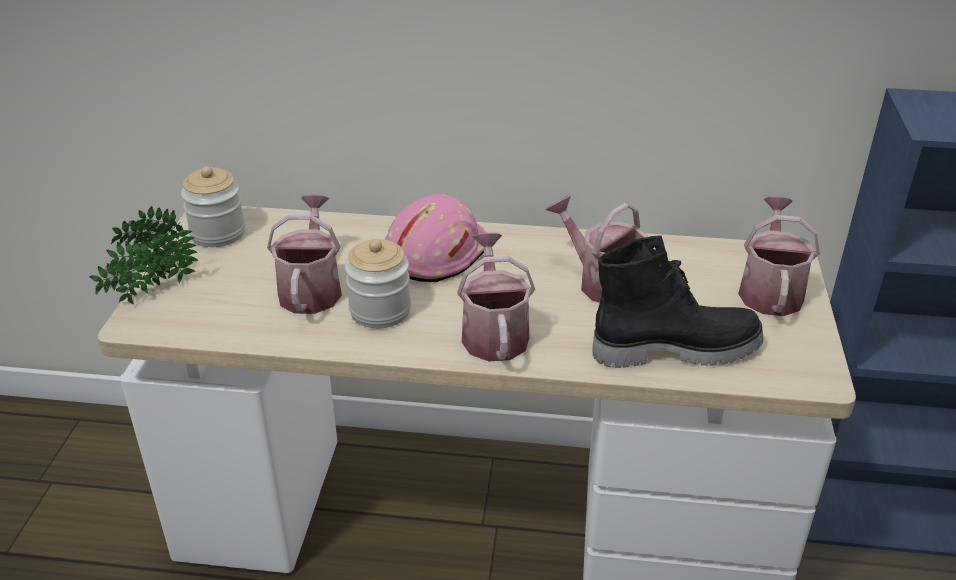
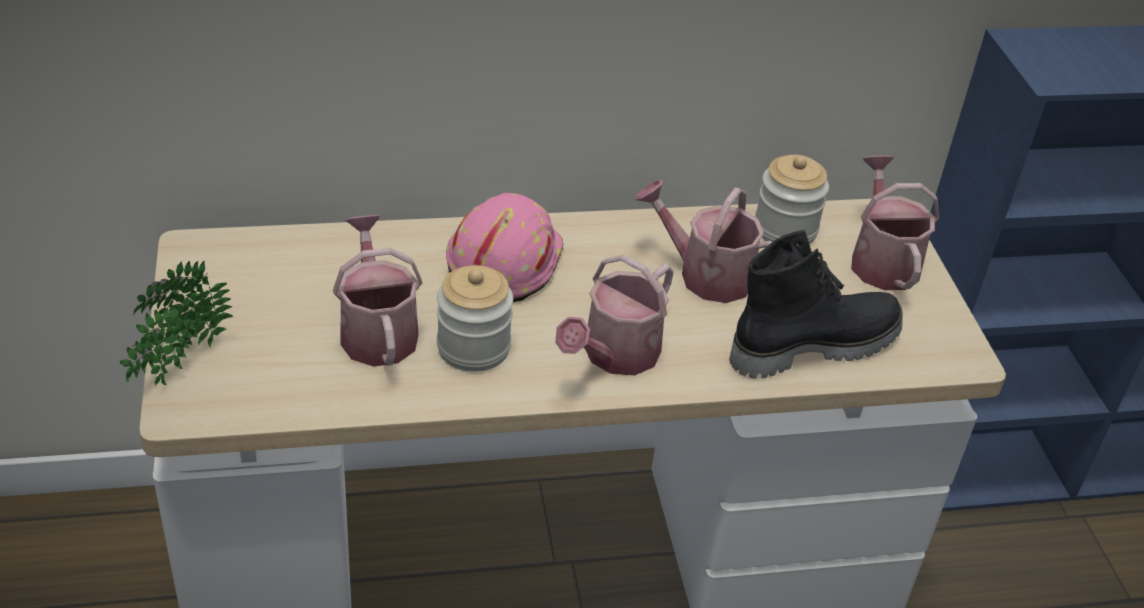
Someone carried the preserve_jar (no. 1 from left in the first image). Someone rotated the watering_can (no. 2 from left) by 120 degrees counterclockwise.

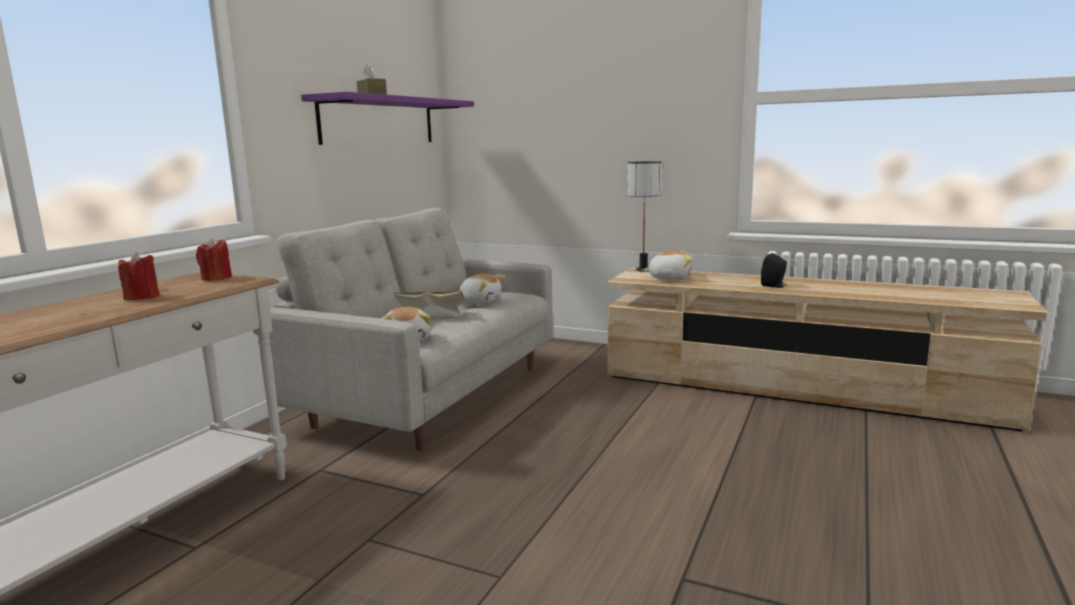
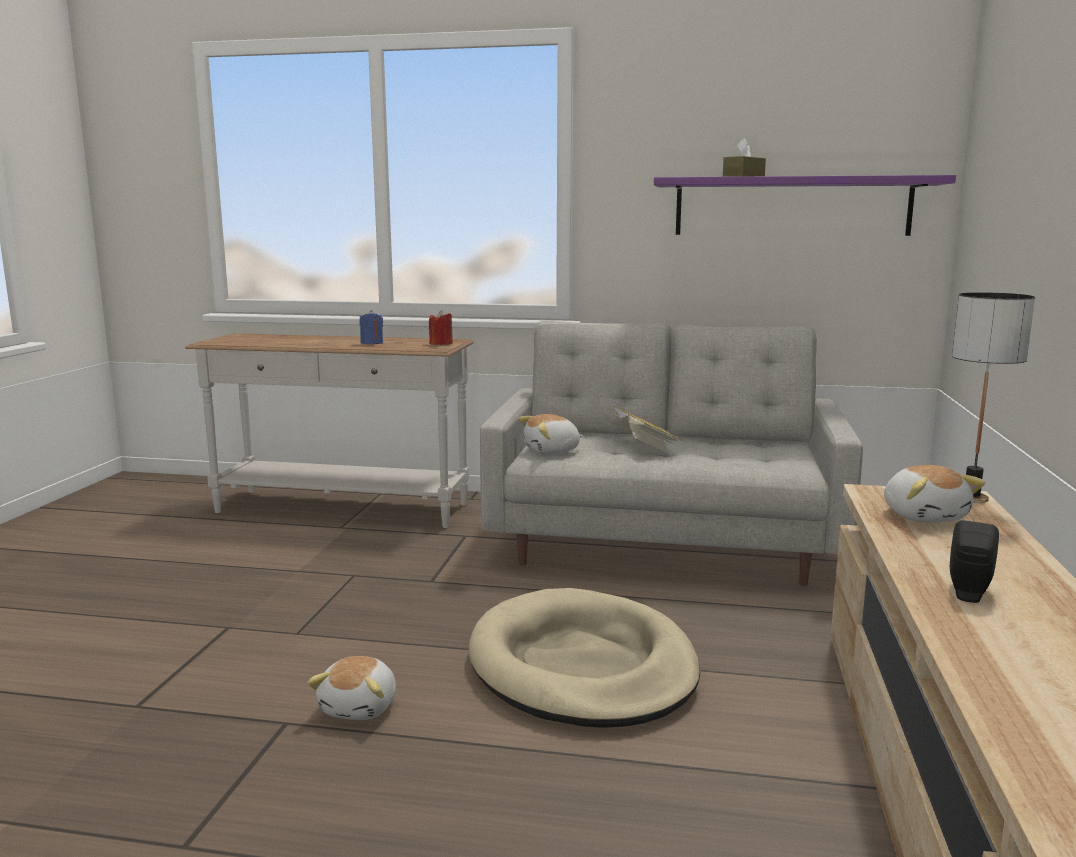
Someone put down the beige_pet_bed. Someone carried the cuddly_toy (no. 2 from left in the first image). Someone repainted the red-coloured_candle (no. 1 from left), which became the bluish_candle.

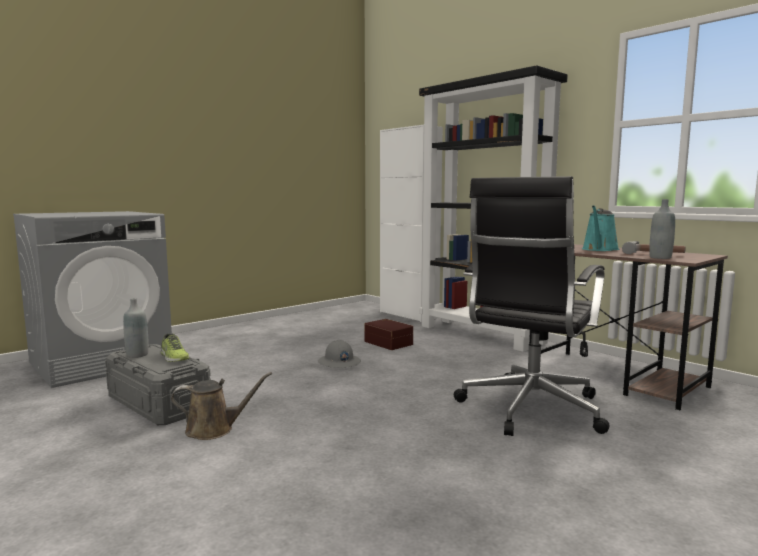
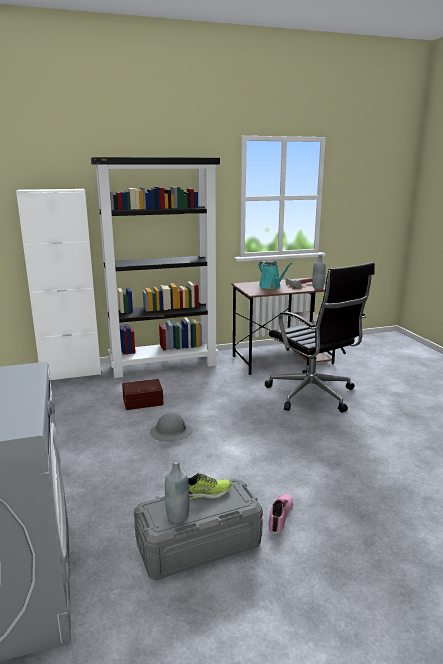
Someone swapped the brown_watering_can for the low_shoe (no. 2 from left).

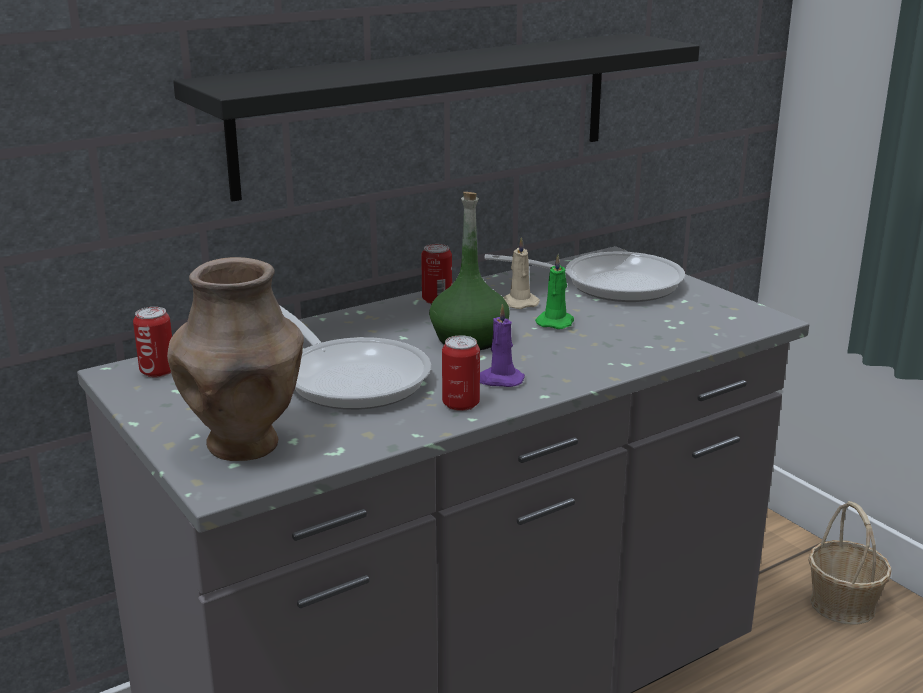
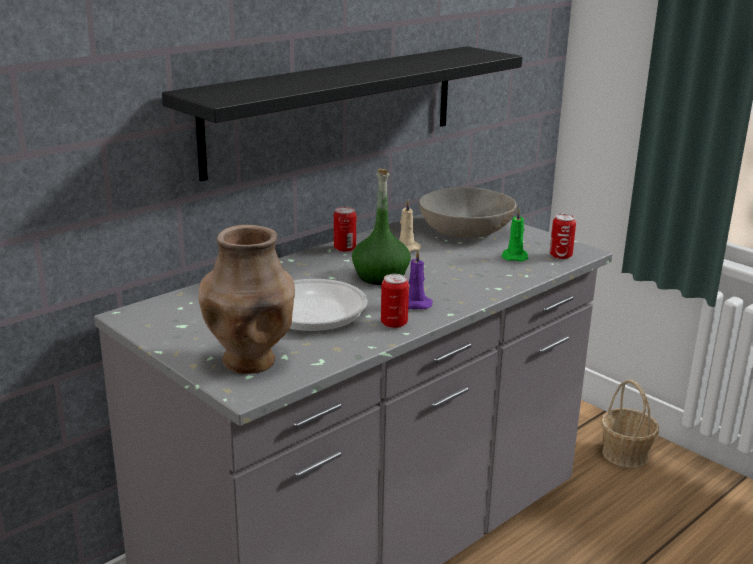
Someone carried the can (no. 1 from left in the first image). Someone carried the green_candle. Someone swapped the frying_pan (no. 2 from left) for the grey_bowl.

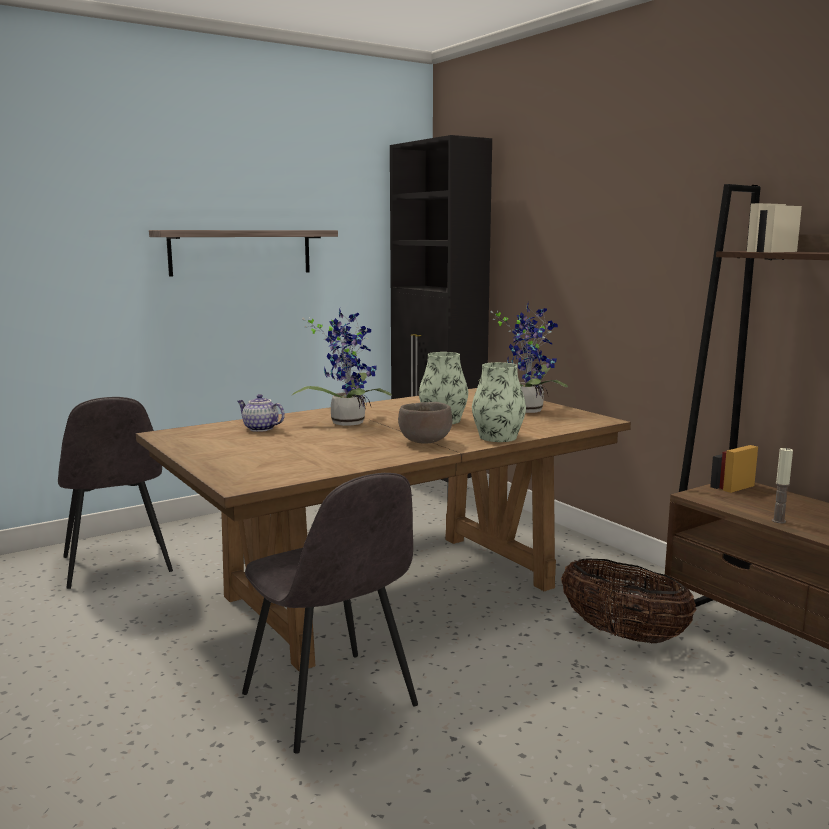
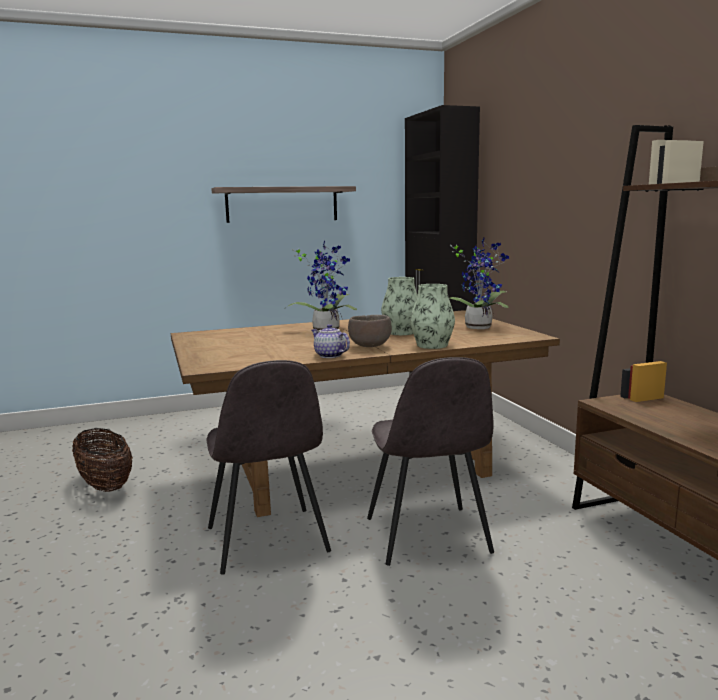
Someone took away the candle. Someone carried the grey_chair (no. 1 from left in the first image). Someone carried the pot_for_tea. Someone carried the basket.

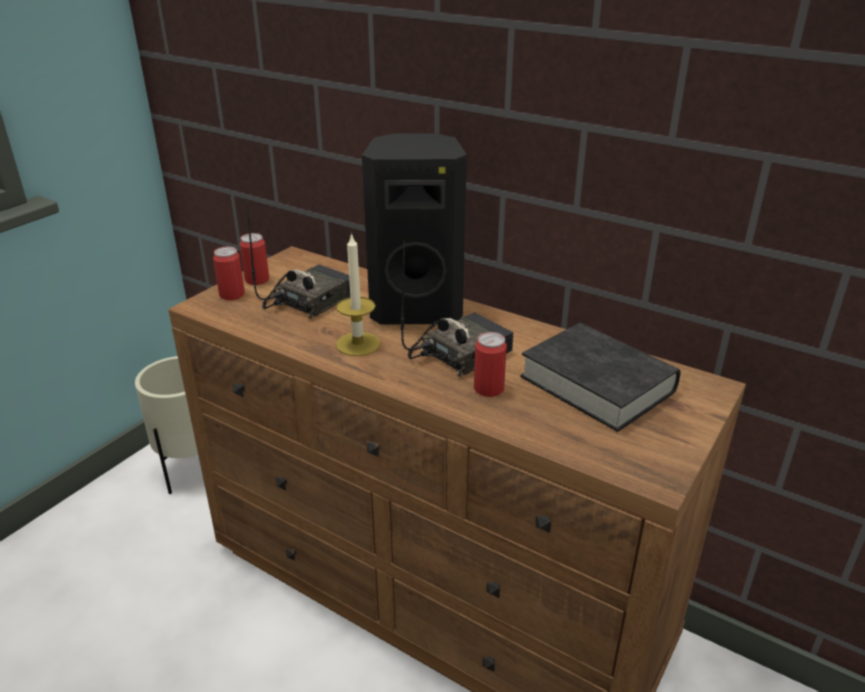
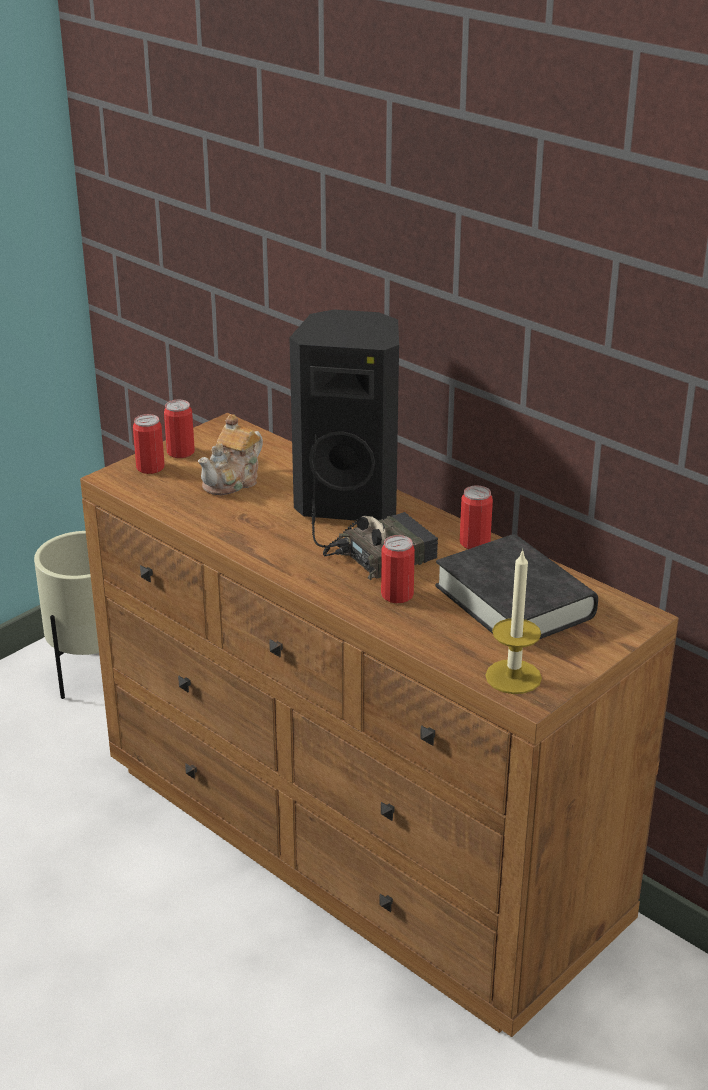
Someone put down the can (no. 4 from left). Someone carried the candle. Someone swapped the radio_receiver (no. 1 from left) for the pot_for_tea.

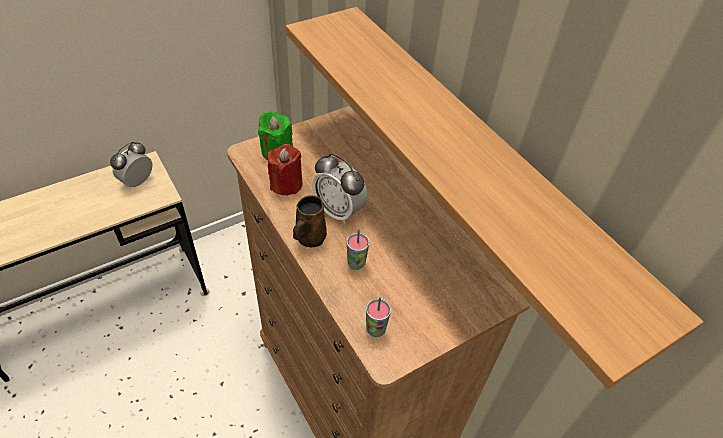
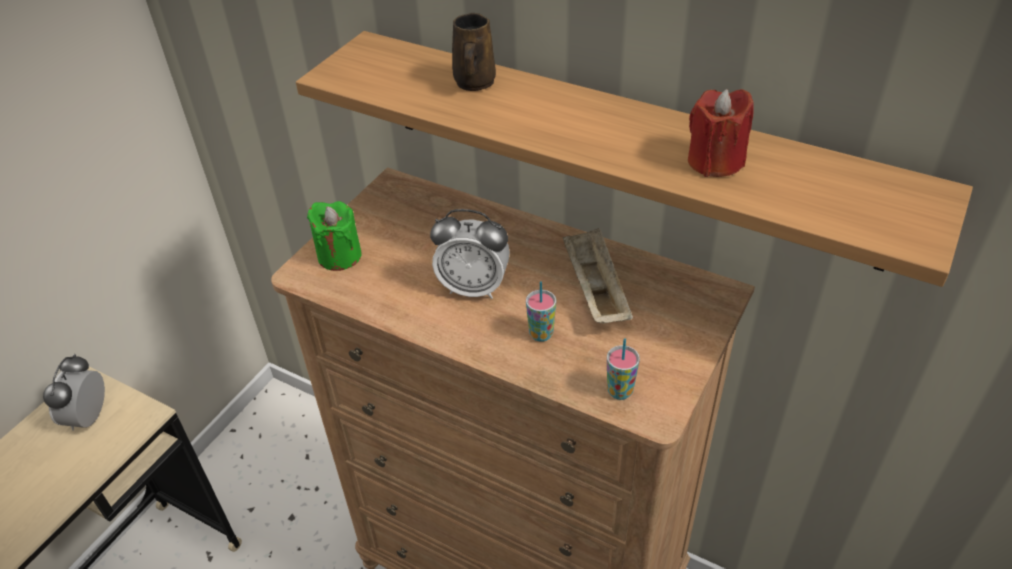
Someone put down the beige_tray. Someone carried the red-coloured_candle. Someone carried the brown_coffee_mug.

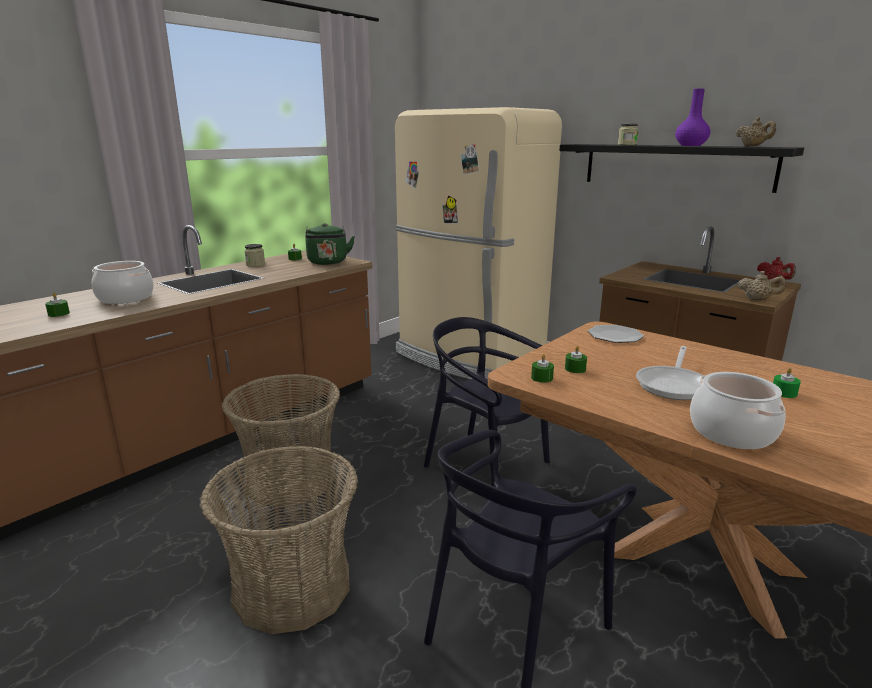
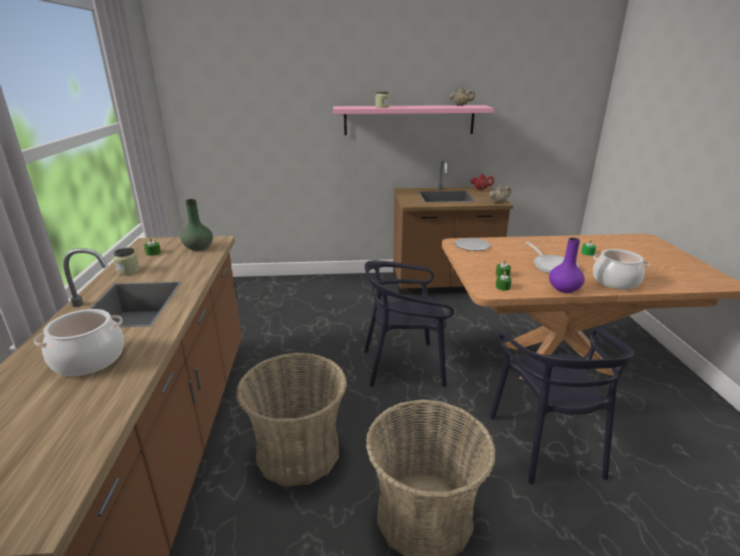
Someone took away the green_candle (no. 1 from left). Someone took away the beige_kitchen_fridge. Someone carried the purplish_flower_vase. Someone swapped the green_water_kettle for the green_flower_vase. Someone repainted the black_shelf, which became the pink-coloured_shelf.

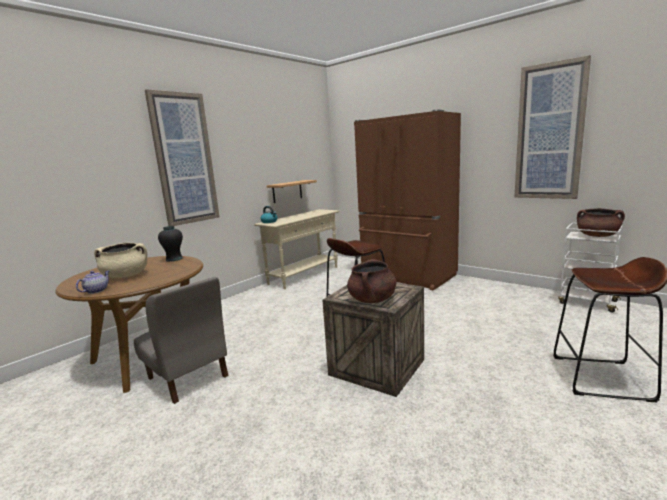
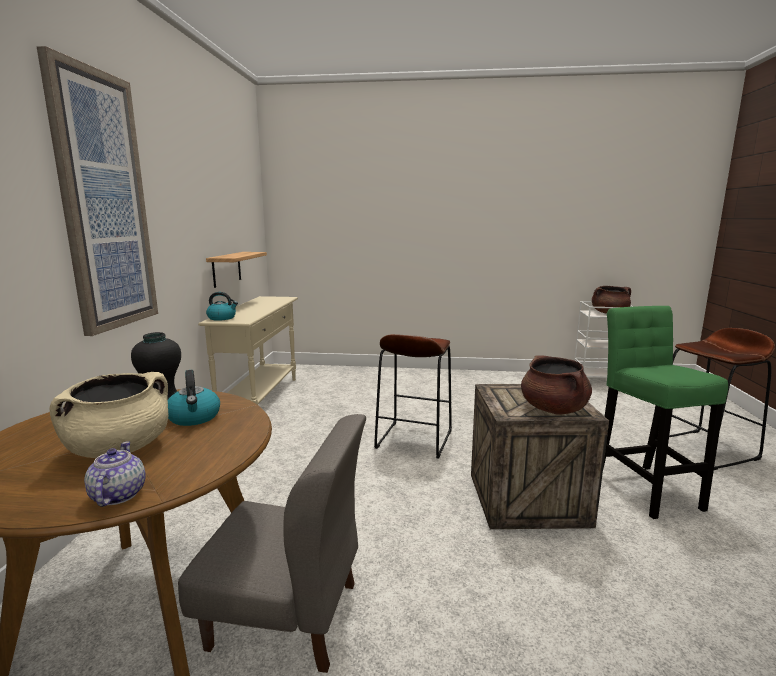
Someone took away the brown_kitchen_fridge. Someone took away the wall_art (no. 2 from left). Someone put down the water_kettle (no. 1 from left). Someone put down the green_sitting_stool.

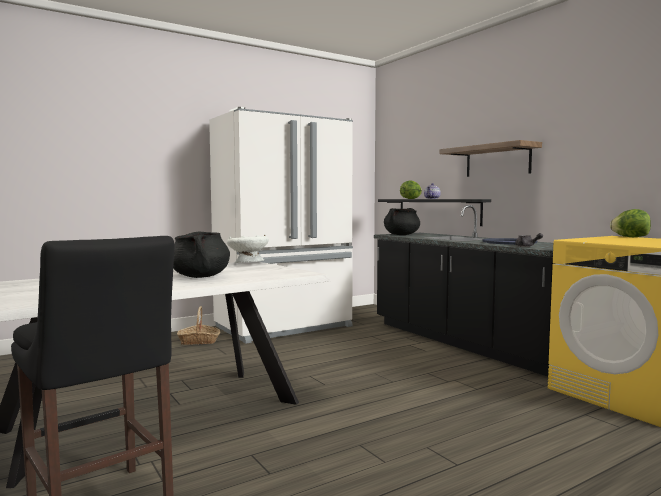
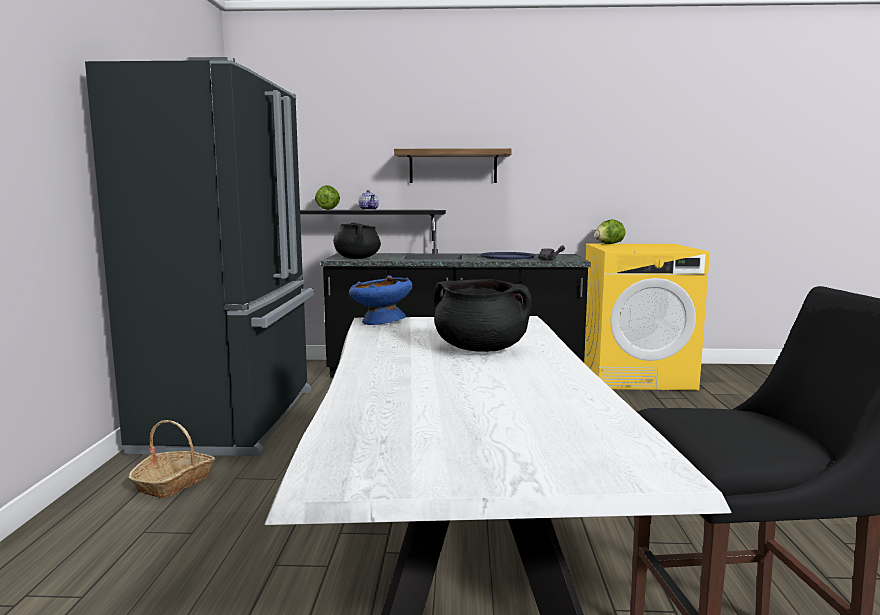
Someone repainted the whitish_kitchen_fridge, which became the black_kitchen_fridge. Someone repainted the whitish_bowl, which became the bluish_bowl.

